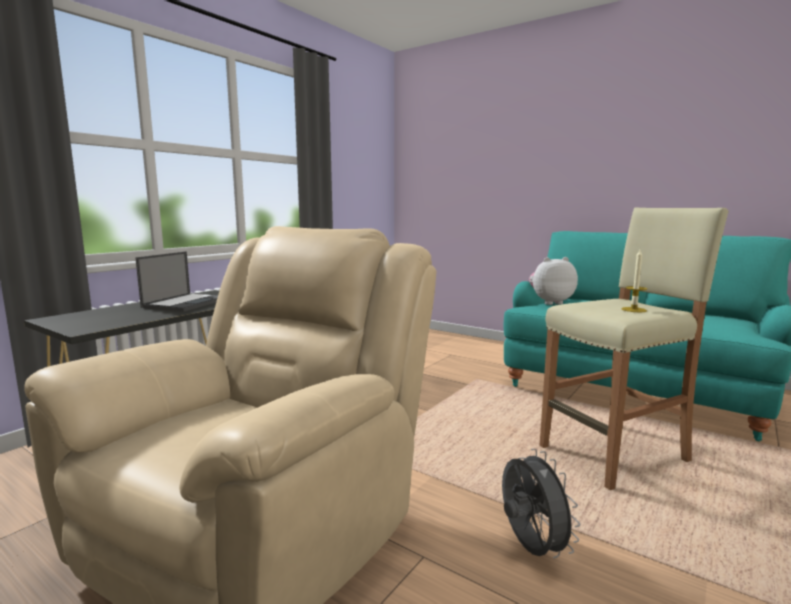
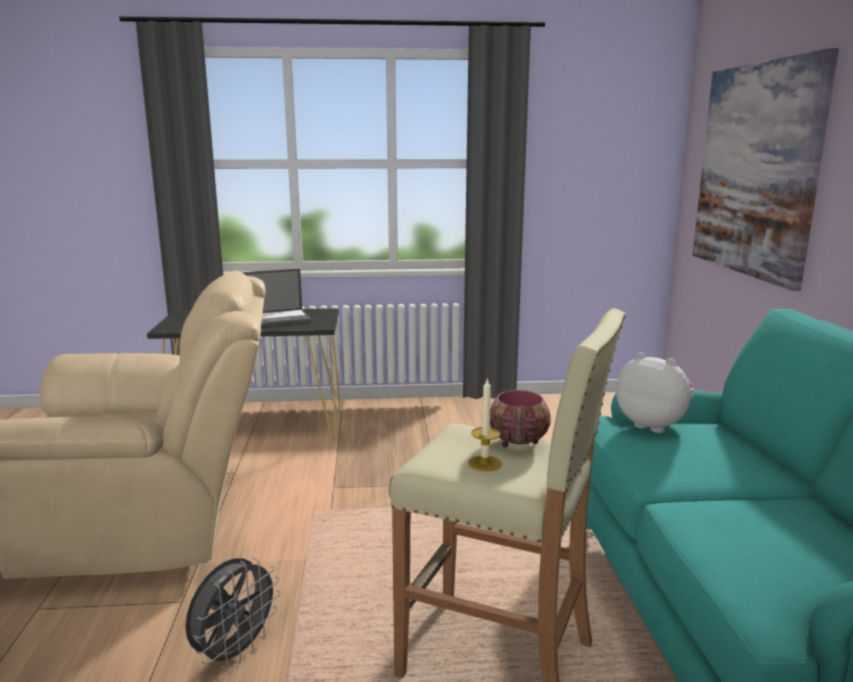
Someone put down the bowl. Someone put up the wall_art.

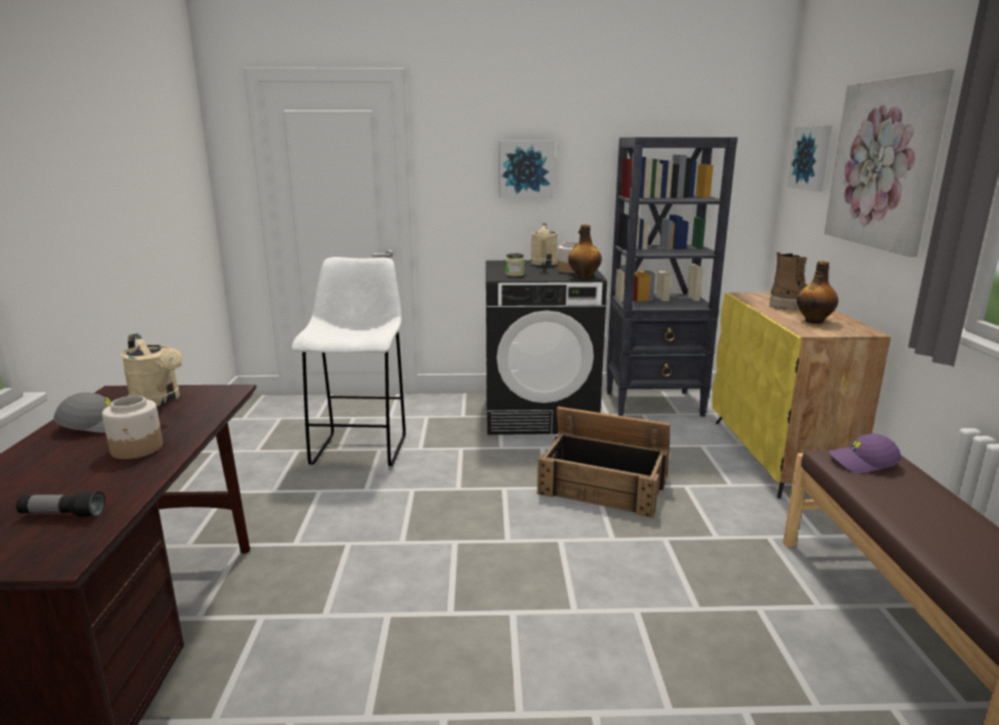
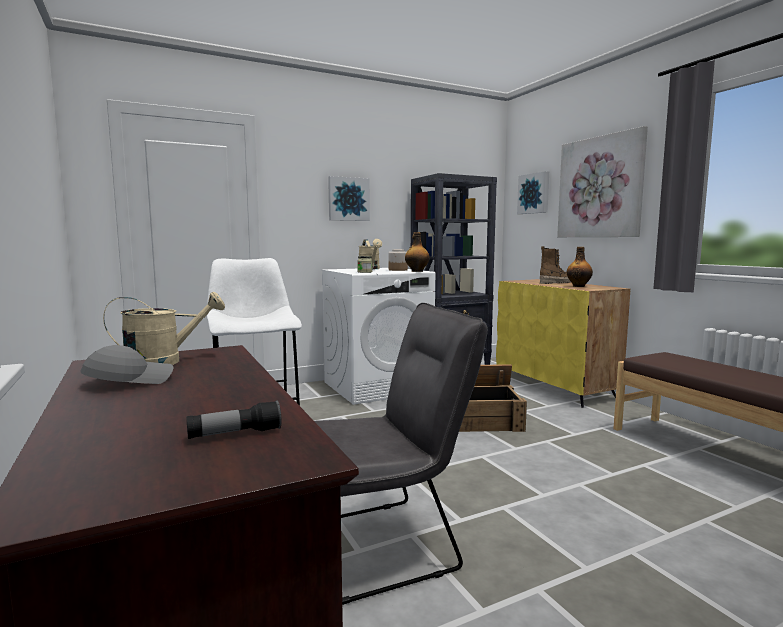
Someone took away the preserve_jar (no. 1 from left). Someone took away the purplish_cap. Someone put down the grey_chair. Someone repainted the black_washing_machine, which became the whitish_washing_machine. Someone rotated the beige_watering_can (no. 1 from left) by 45 degrees counterclockwise.

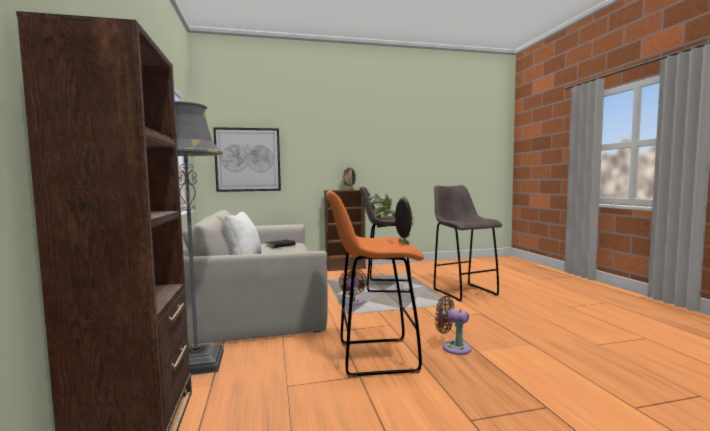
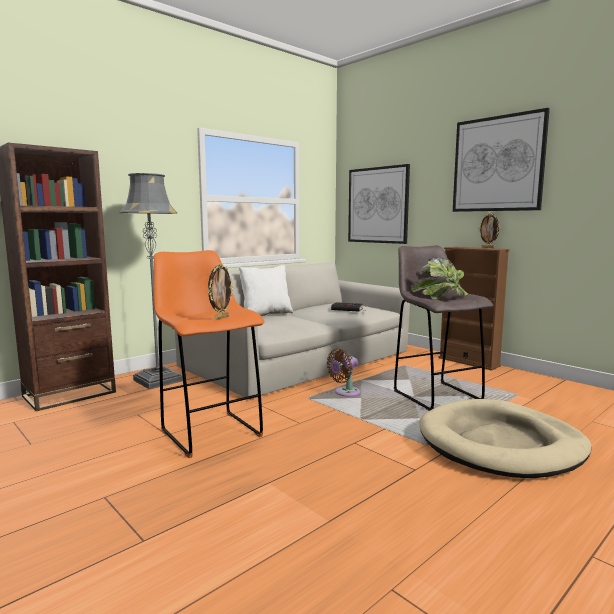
Someone took away the brown_fan (no. 2 from left). Someone put up the wall_art (no. 2 from left). Someone swapped the grey_sitting_stool (no. 2 from left) for the beige_pet_bed.

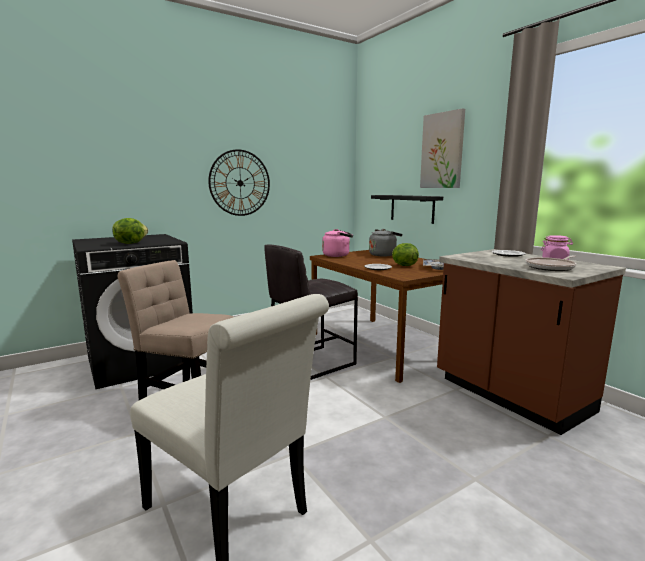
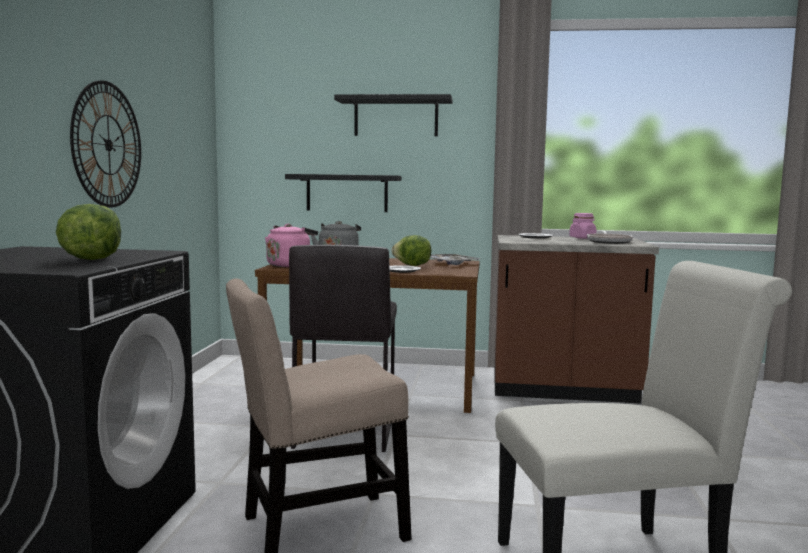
Someone swapped the wall_art for the black_shelf (no. 2 from left).

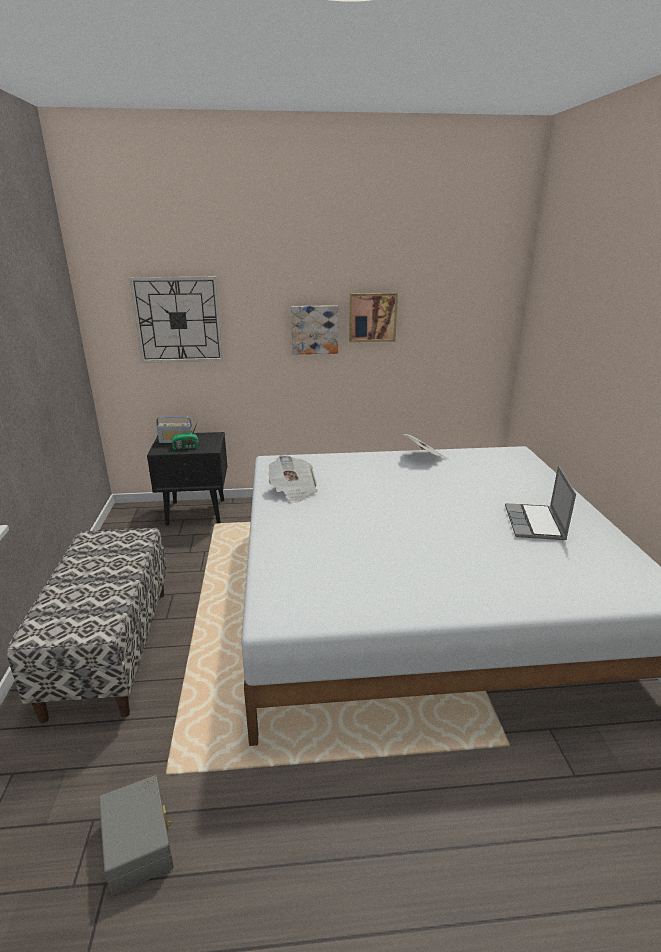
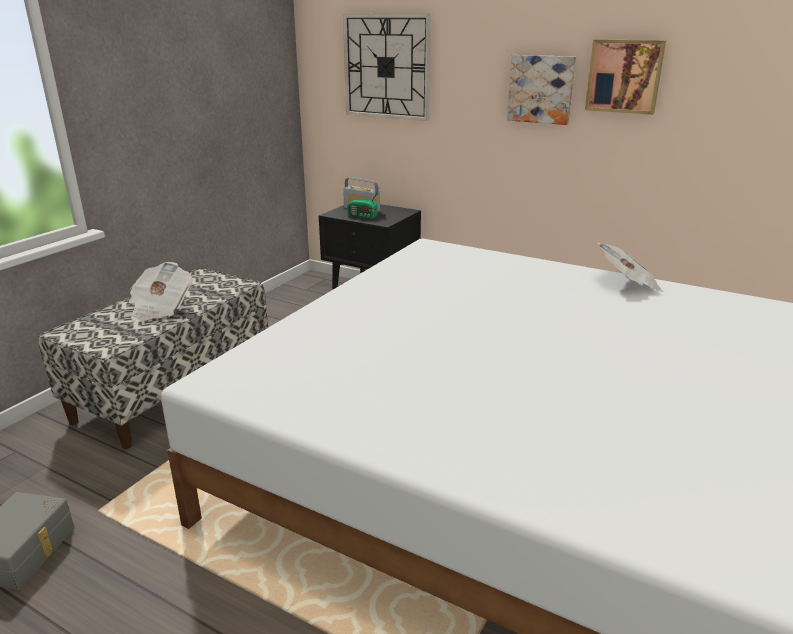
Someone took away the laptop. Someone carried the printed_paper (no. 1 from left).

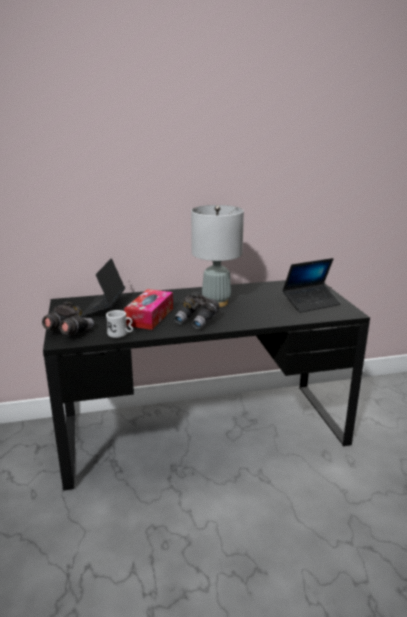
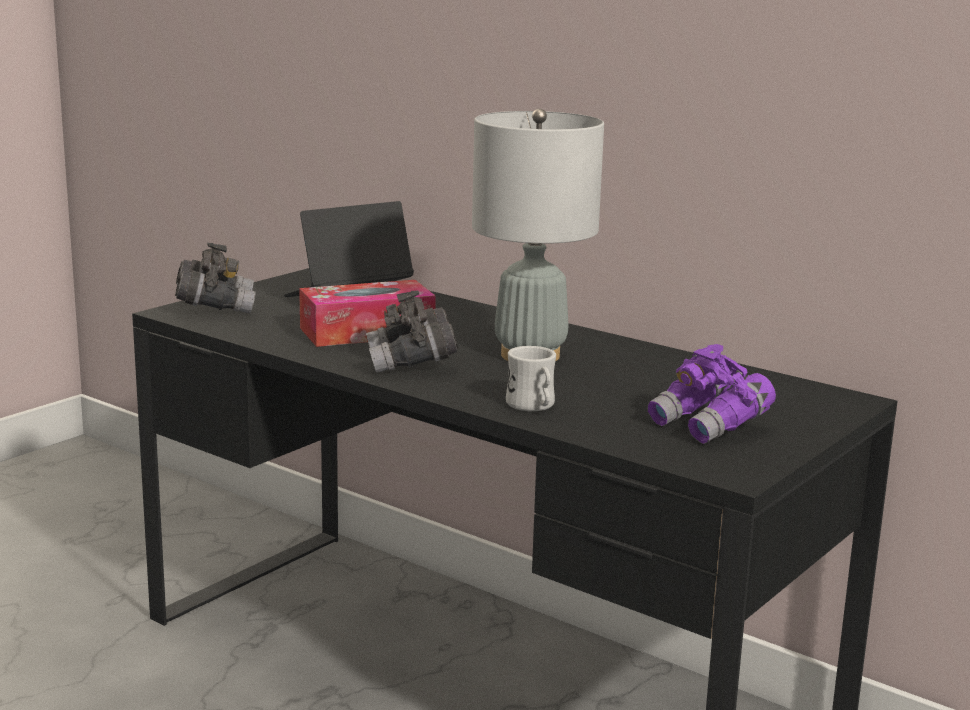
Someone carried the whitish_coffee_mug. Someone swapped the laptop (no. 2 from left) for the purplish_binoculars.

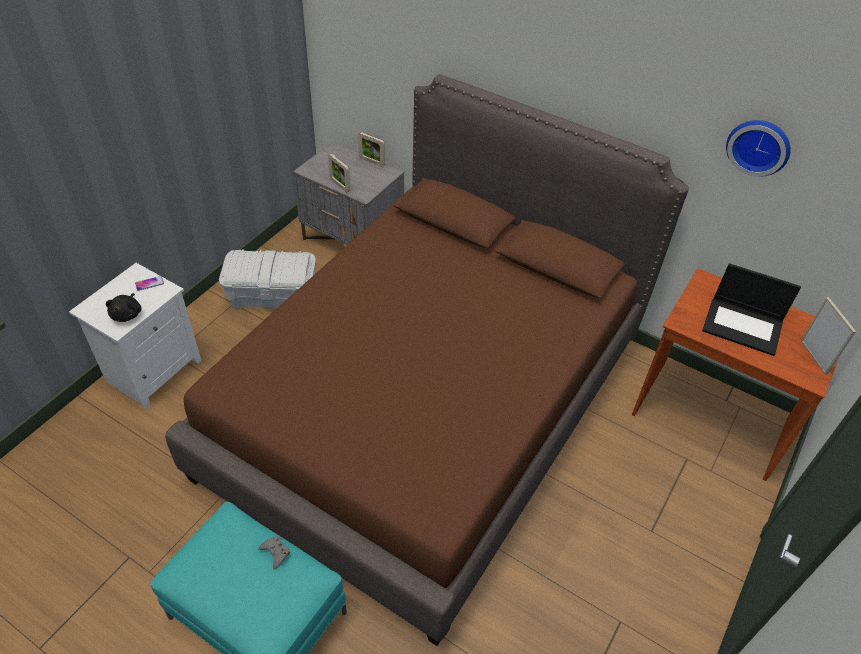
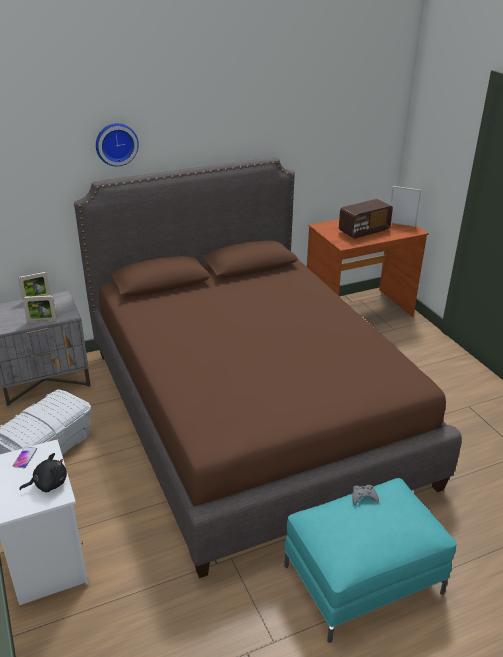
Someone carried the hanging_clock. Someone swapped the laptop for the radio_receiver. Someone rotated the black_cuddly_toy by 60 degrees counterclockwise.

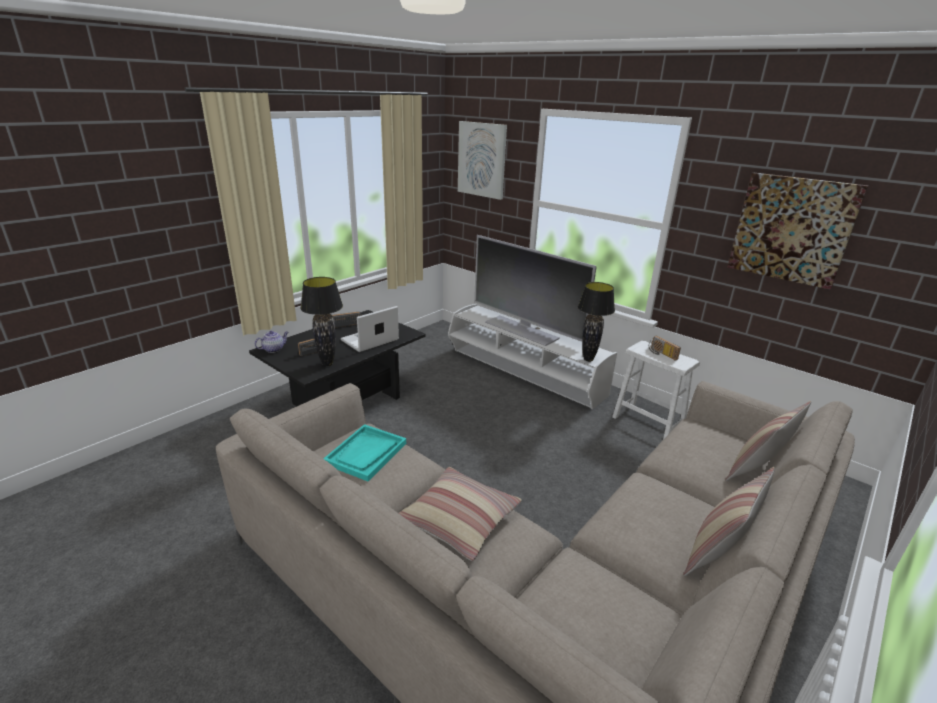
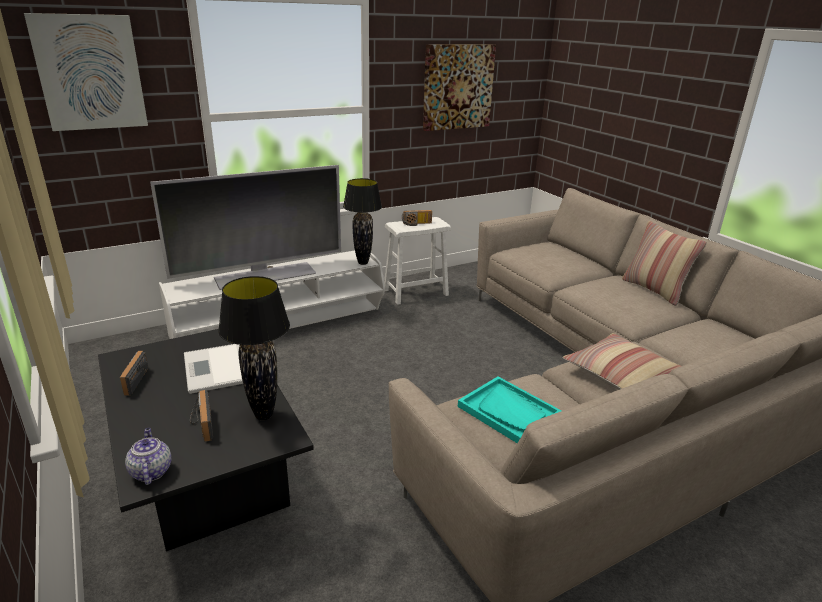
Someone took away the cushion (no. 3 from left).

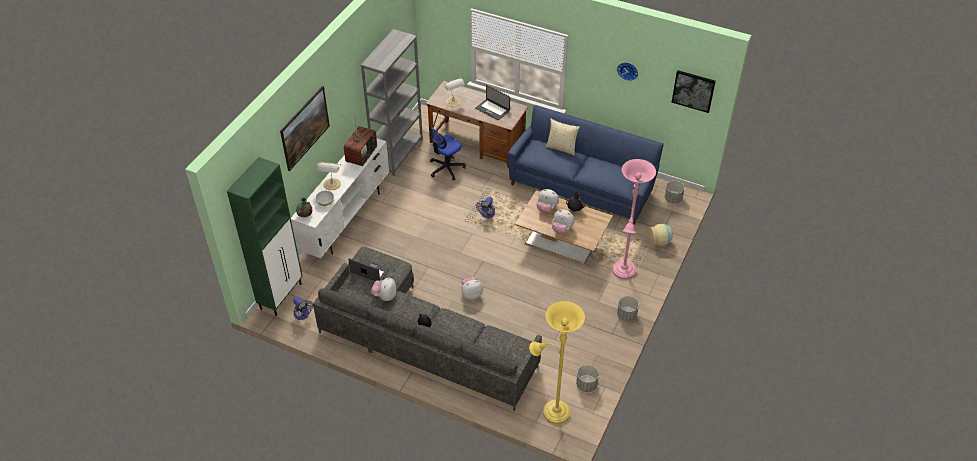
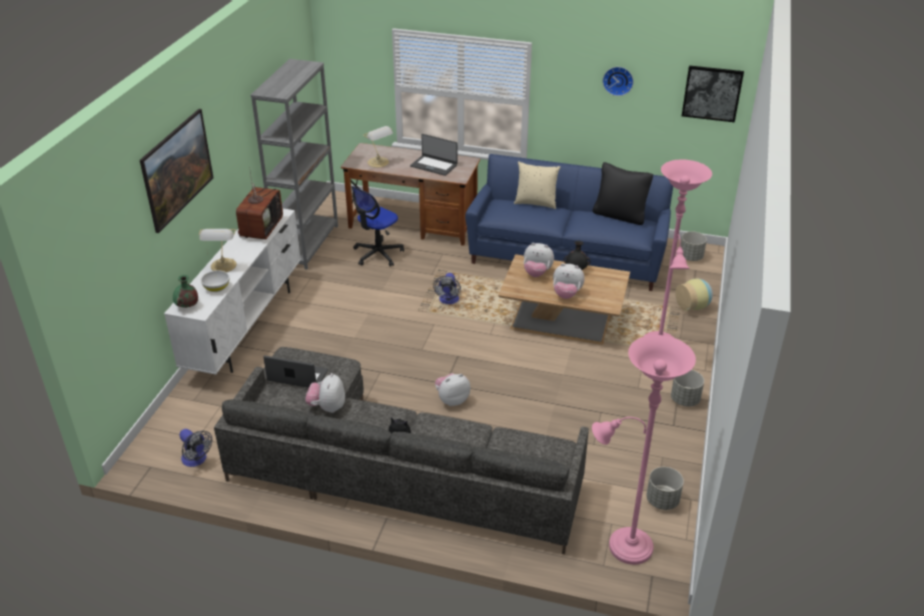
Someone took away the green_cabinet. Someone put down the black_cushion. Someone repainted the yellowish_standing_lamp, which became the pink-coloured_standing_lamp (no. 1 from left).

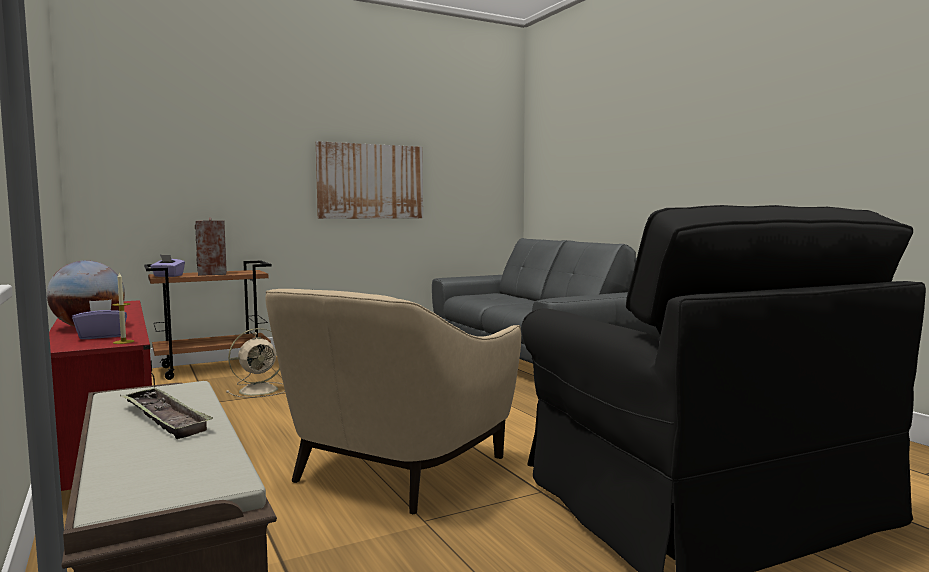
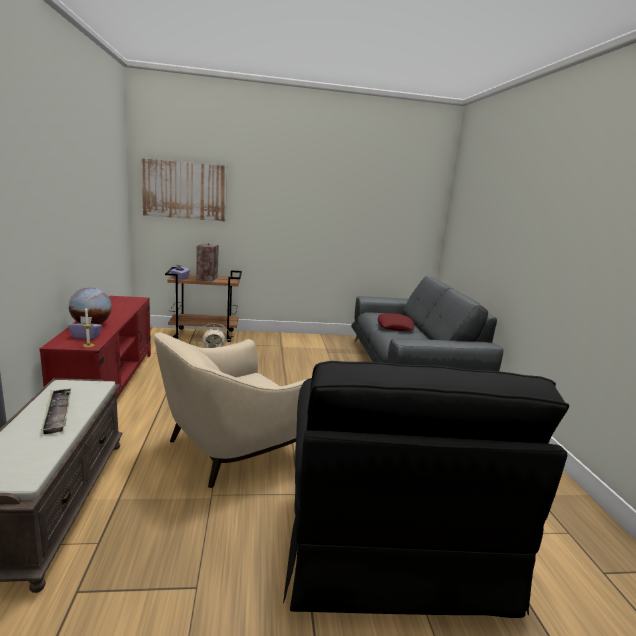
Someone put down the red-coloured_cushion. Someone carried the wall_art.

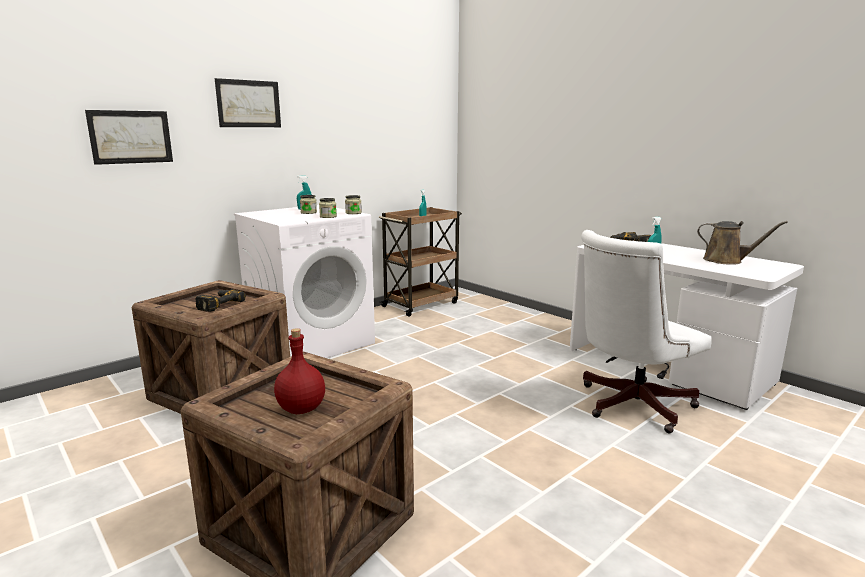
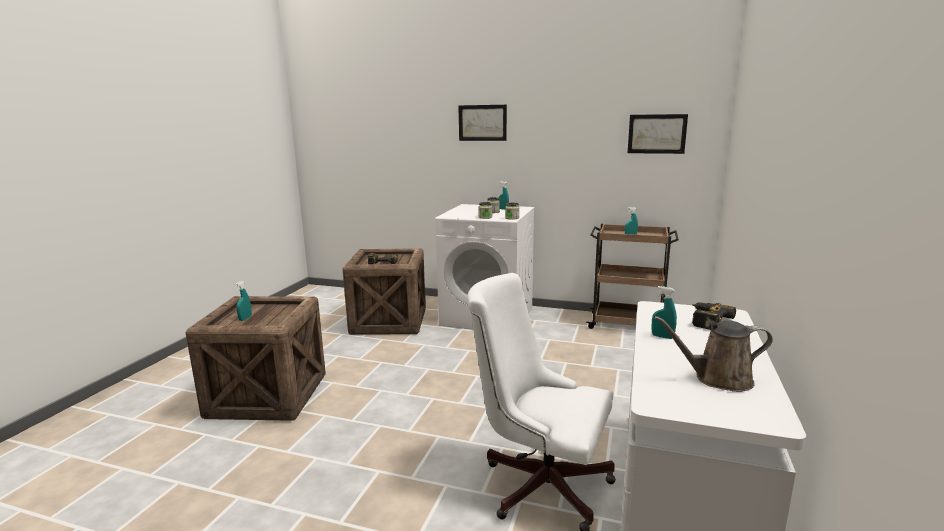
Someone carried the wall_art (no. 1 from left in the first image). Someone swapped the red-coloured_beverage_bottle for the turquoise-coloured_sprayer (no. 1 from left). Someone rotated the brown_watering_can by 90 degrees clockwise.

